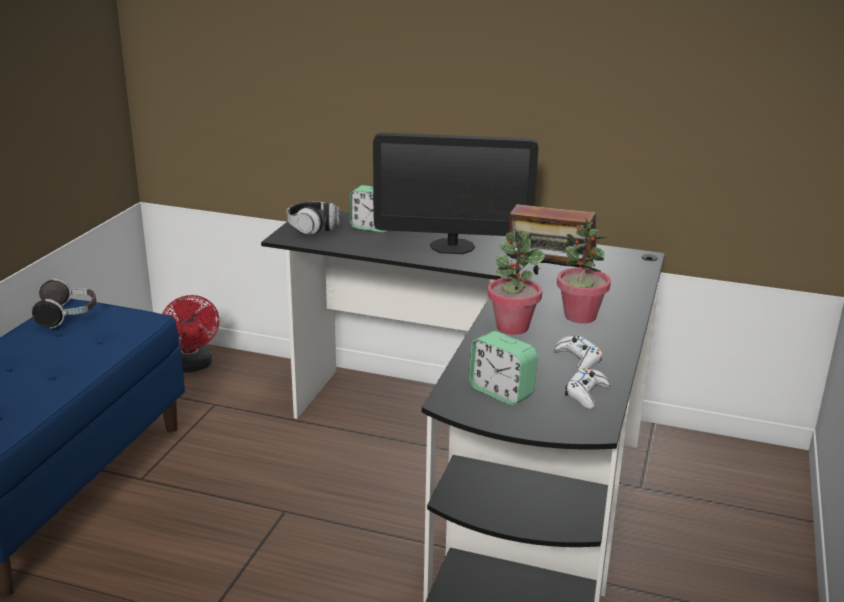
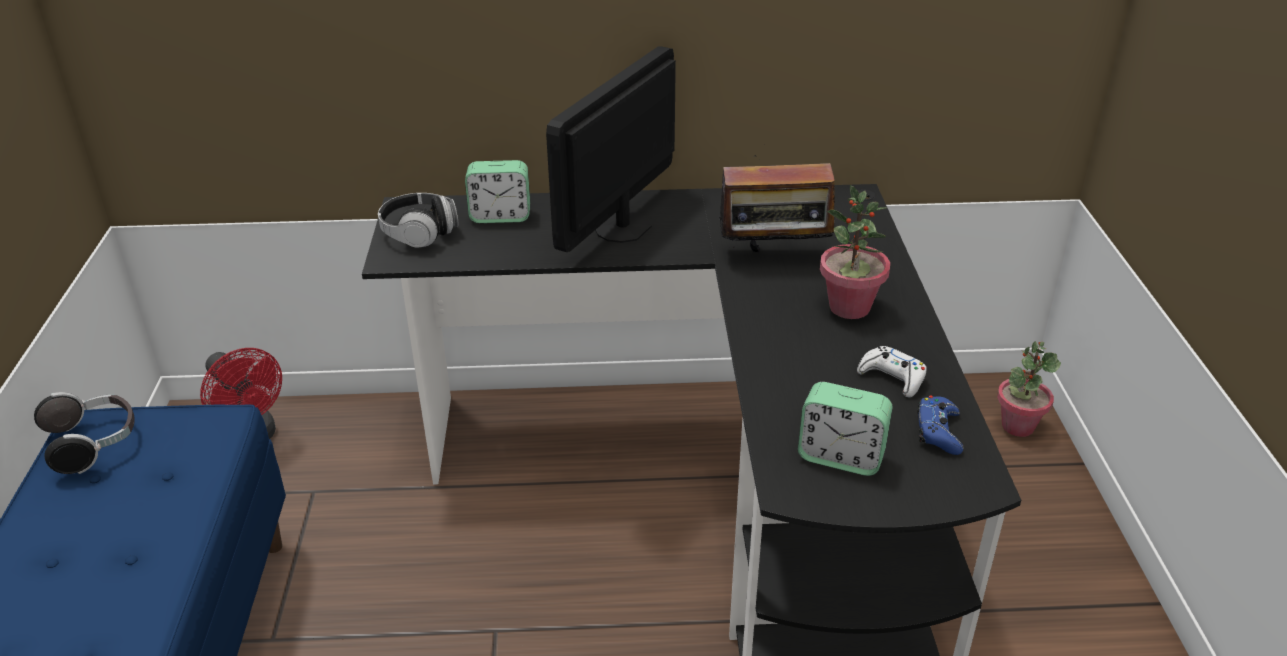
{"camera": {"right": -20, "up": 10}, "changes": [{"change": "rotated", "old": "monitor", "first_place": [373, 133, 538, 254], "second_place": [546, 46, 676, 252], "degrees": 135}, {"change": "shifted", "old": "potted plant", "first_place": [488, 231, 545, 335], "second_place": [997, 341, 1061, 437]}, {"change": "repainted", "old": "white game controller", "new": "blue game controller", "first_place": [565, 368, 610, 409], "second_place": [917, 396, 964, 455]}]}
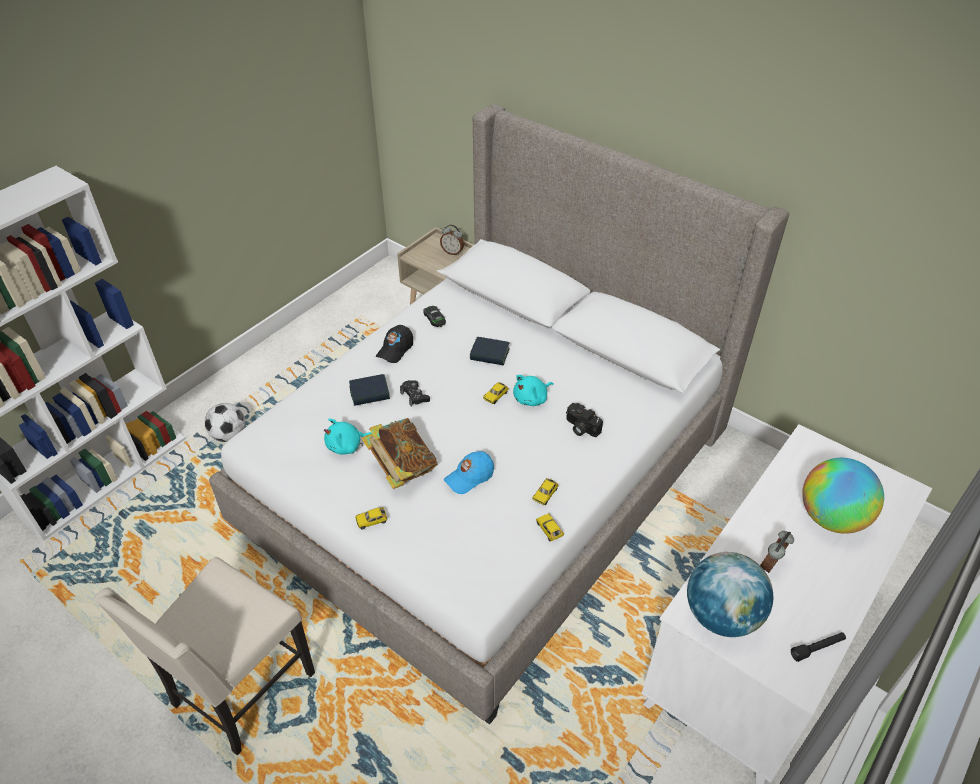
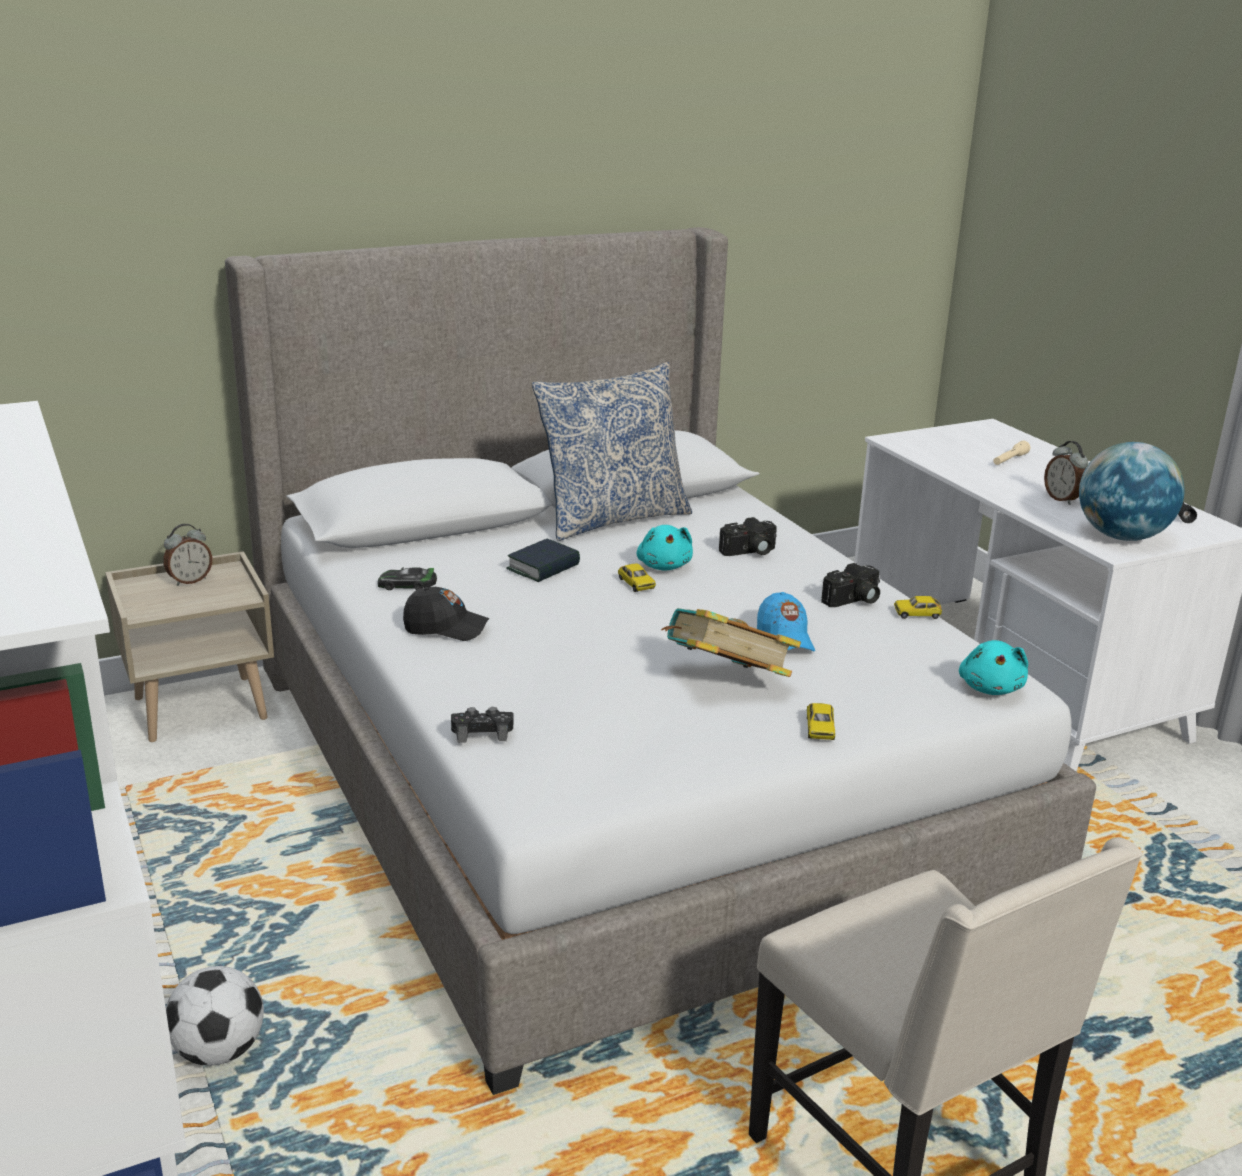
{"camera": {"right": -65, "up": -20}, "changes": [{"change": "rotated", "old": "black cap", "first_place": [376, 325, 413, 363], "second_place": [403, 587, 490, 641], "degrees": -45}, {"change": "gone", "old": "book", "first_place": [349, 374, 390, 406]}, {"change": "shifted", "old": "black game controller", "first_place": [400, 380, 430, 406], "second_place": [451, 707, 513, 743]}, {"change": "shifted", "old": "turquoise plush toy", "first_place": [324, 418, 372, 455], "second_place": [959, 640, 1028, 695]}, {"change": "swapped", "old": "globe", "new": "beige flashlight", "first_place": [802, 458, 884, 534], "second_place": [993, 441, 1030, 465]}, {"change": "swapped", "old": "toy car", "new": "photo camera", "first_place": [532, 478, 559, 505], "second_place": [821, 563, 880, 607]}, {"change": "new", "new": "pillow", "second_place": [532, 362, 692, 541]}]}
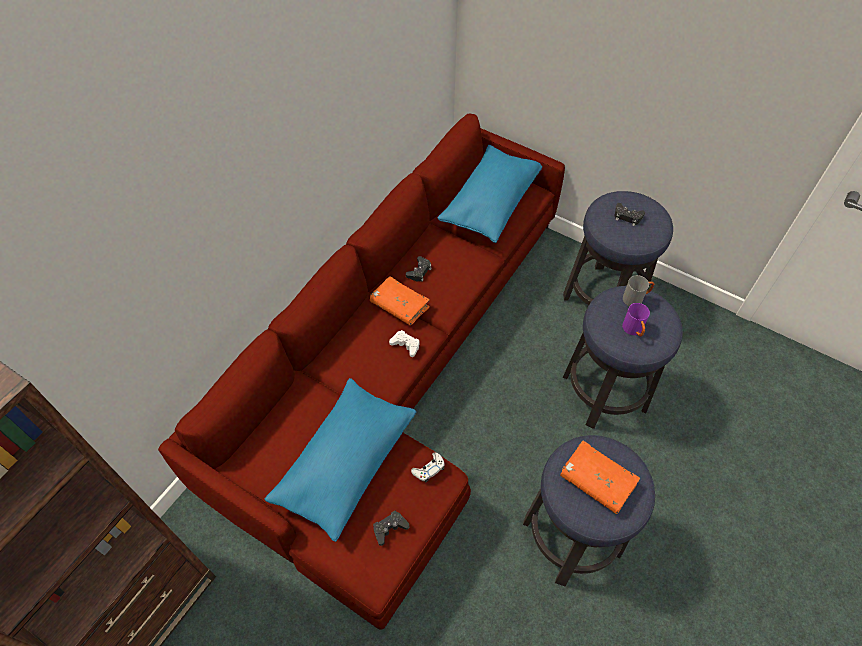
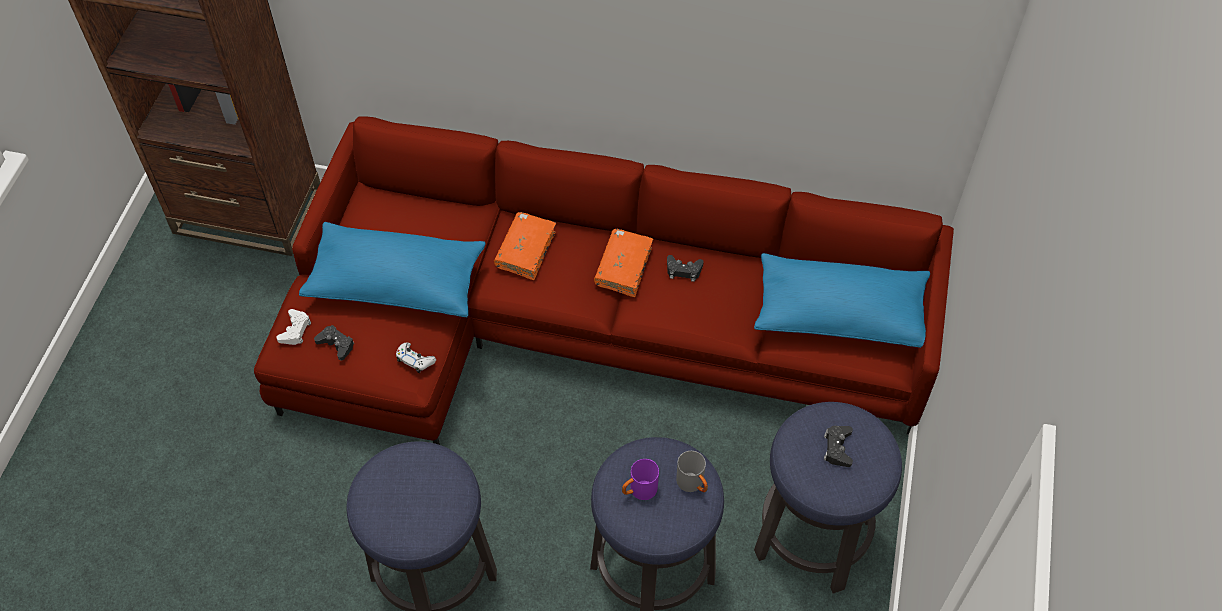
{"camera": {"right": 70, "up": 0}, "changes": [{"change": "shifted", "old": "white game controller", "first_place": [389, 330, 420, 357], "second_place": [276, 309, 311, 345]}, {"change": "shifted", "old": "orange book", "first_place": [560, 441, 640, 514], "second_place": [494, 212, 556, 280]}]}
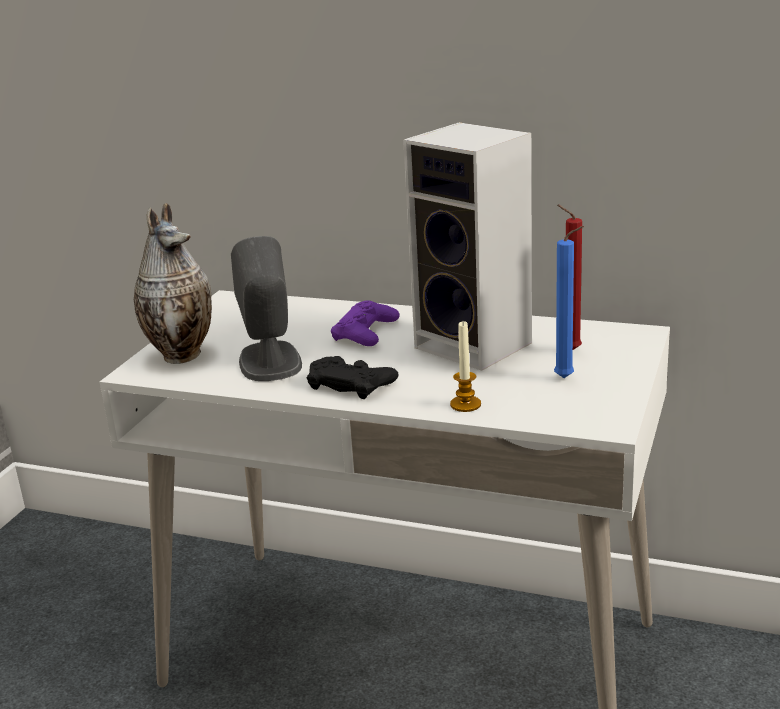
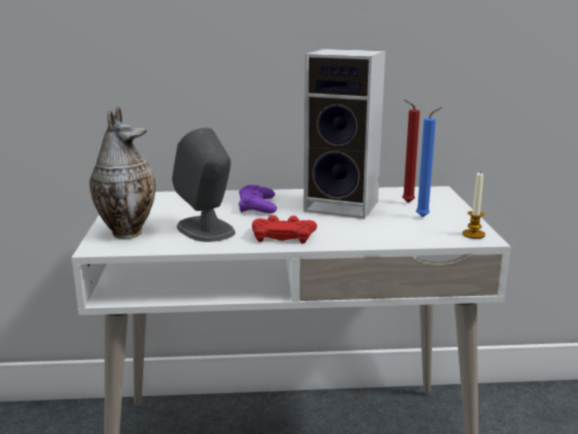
{"camera": {"right": -25, "up": -5}, "changes": [{"change": "shifted", "old": "candle", "first_place": [450, 321, 481, 412], "second_place": [462, 171, 485, 239]}, {"change": "repainted", "old": "black game controller", "new": "red game controller", "first_place": [307, 356, 399, 399], "second_place": [252, 215, 317, 243]}]}
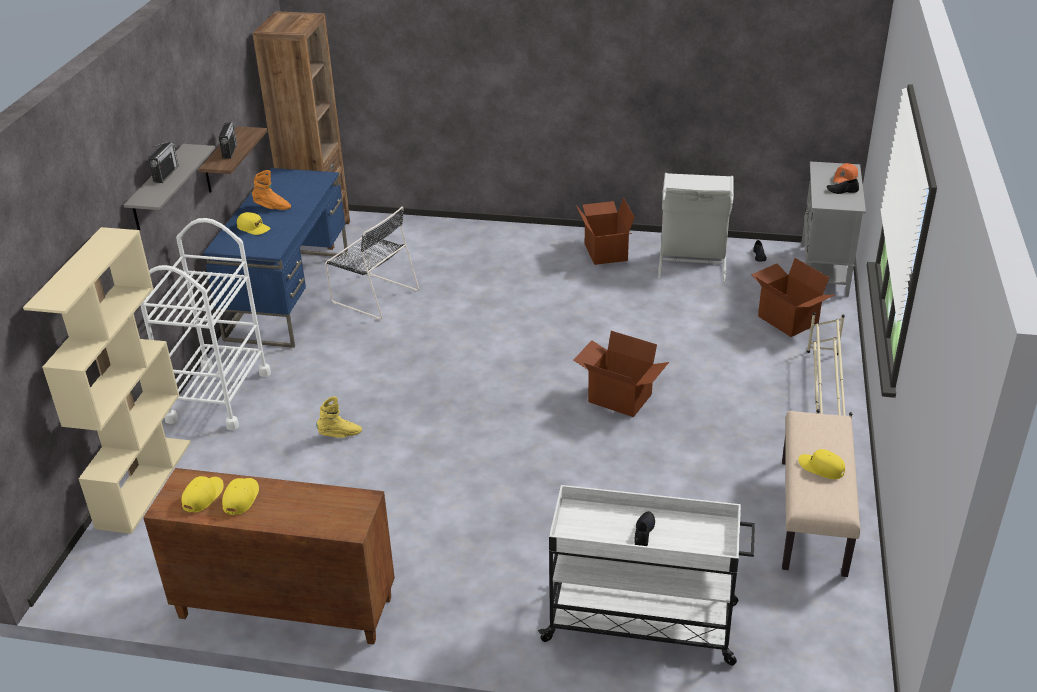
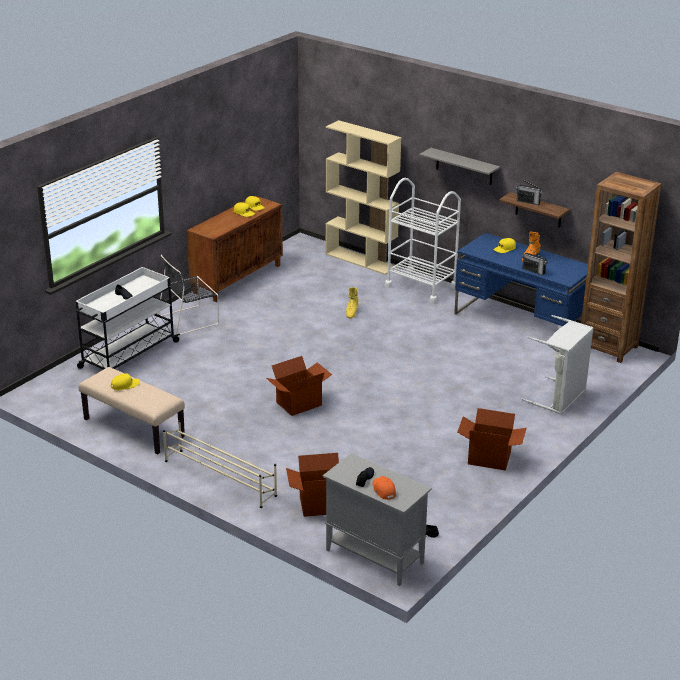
{"camera": {"right": 115, "up": -5}, "changes": [{"change": "shifted", "old": "radio", "first_place": [148, 142, 179, 183], "second_place": [522, 248, 548, 276]}, {"change": "shifted", "old": "grey laundry basket", "first_place": [658, 173, 734, 283], "second_place": [521, 315, 593, 414]}, {"change": "shifted", "old": "black chair", "first_place": [325, 207, 419, 319], "second_place": [158, 255, 219, 336]}]}
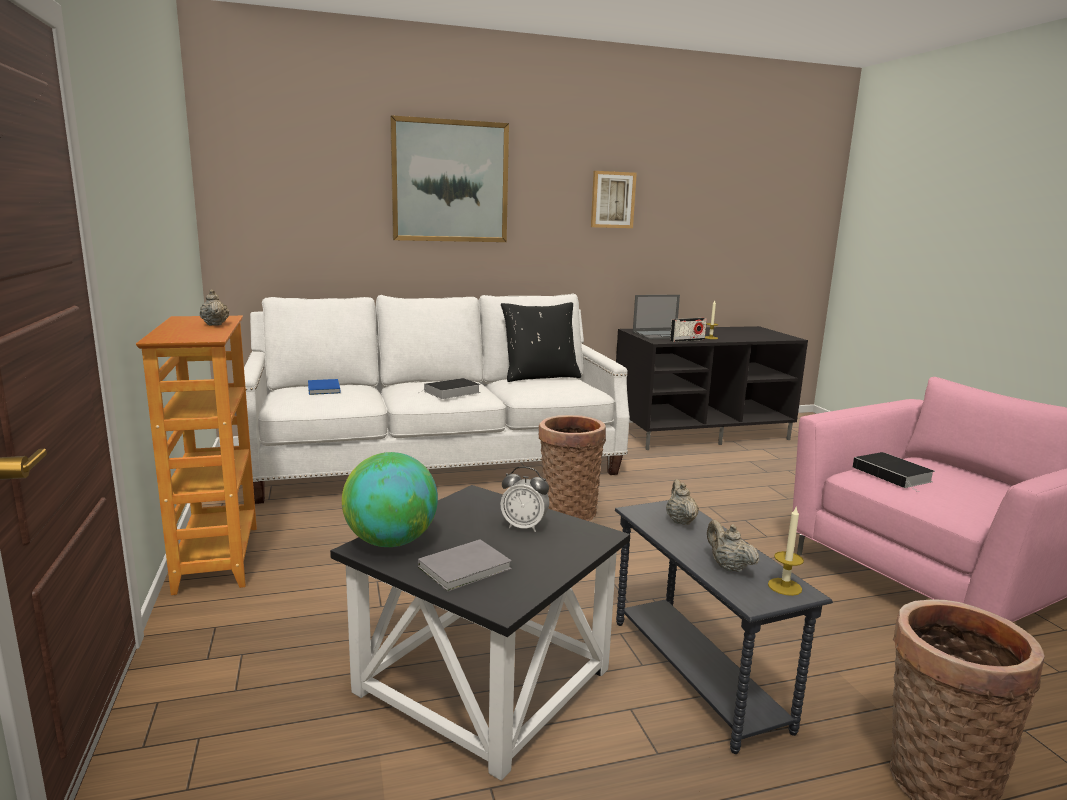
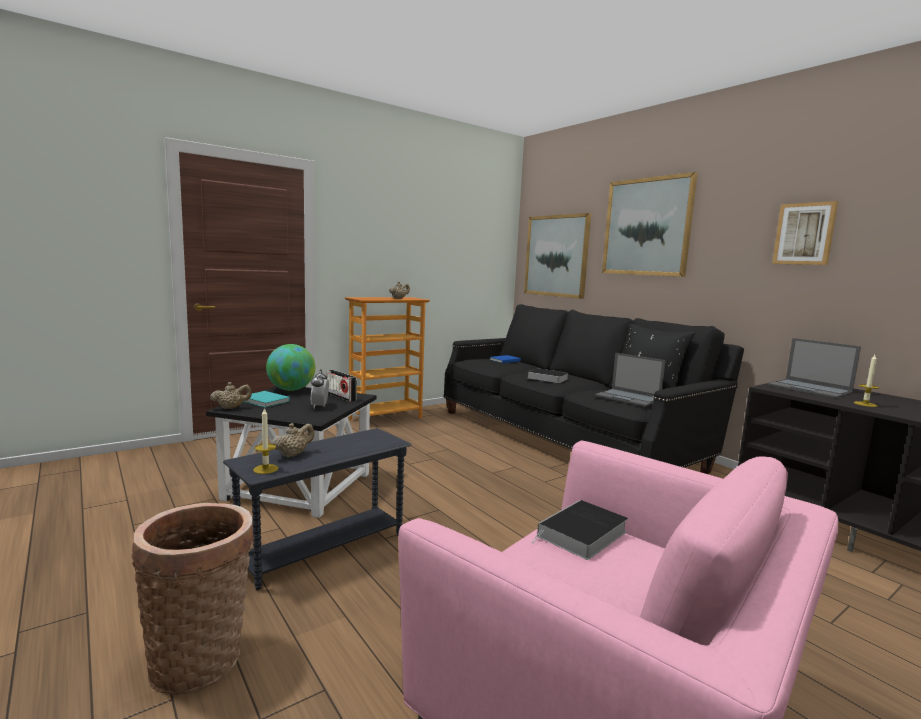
{"camera": {"right": 70, "up": -5}, "changes": [{"change": "repainted", "old": "white sofa", "new": "black sofa", "first_place": [244, 293, 630, 504], "second_place": [443, 304, 744, 474]}, {"change": "shifted", "old": "radio", "first_place": [670, 318, 707, 342], "second_place": [327, 370, 357, 402]}, {"change": "gone", "old": "basket", "first_place": [539, 415, 606, 521]}, {"change": "shifted", "old": "beige teapot", "first_place": [666, 479, 699, 525], "second_place": [210, 382, 252, 409]}, {"change": "repainted", "old": "grey book", "new": "turquoise book", "first_place": [418, 540, 512, 592], "second_place": [243, 391, 290, 408]}, {"change": "new", "new": "picture", "second_place": [524, 213, 591, 299]}, {"change": "new", "new": "laptop", "second_place": [595, 353, 666, 407]}]}
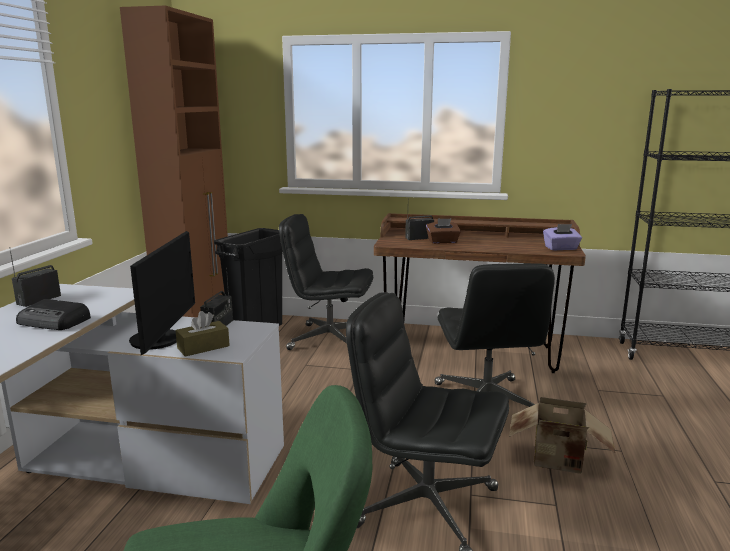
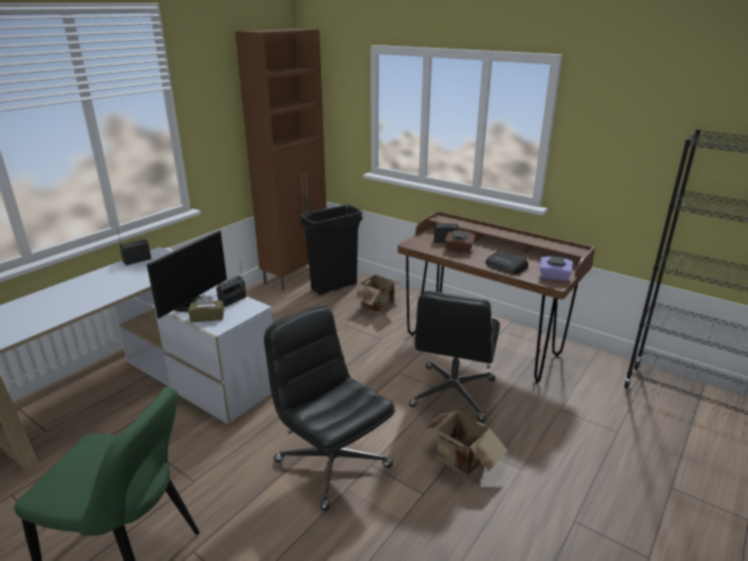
{"camera": {"right": 25, "up": 10}, "changes": [{"change": "swapped", "old": "black office chair", "new": "cardboard box", "first_place": [279, 214, 373, 350], "second_place": [352, 269, 404, 313]}, {"change": "shifted", "old": "radio", "first_place": [16, 299, 91, 330], "second_place": [486, 251, 528, 274]}]}
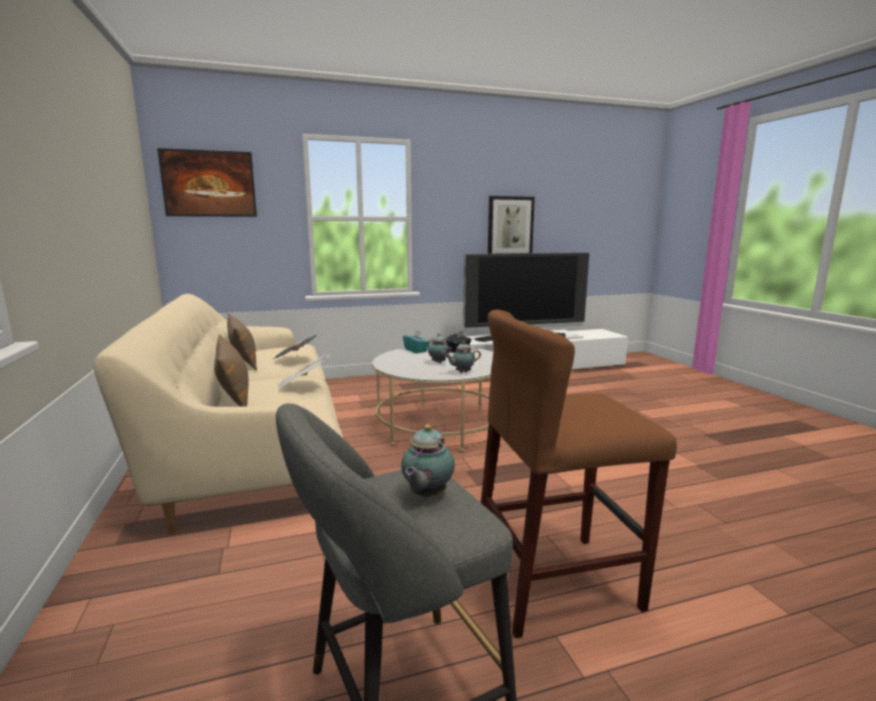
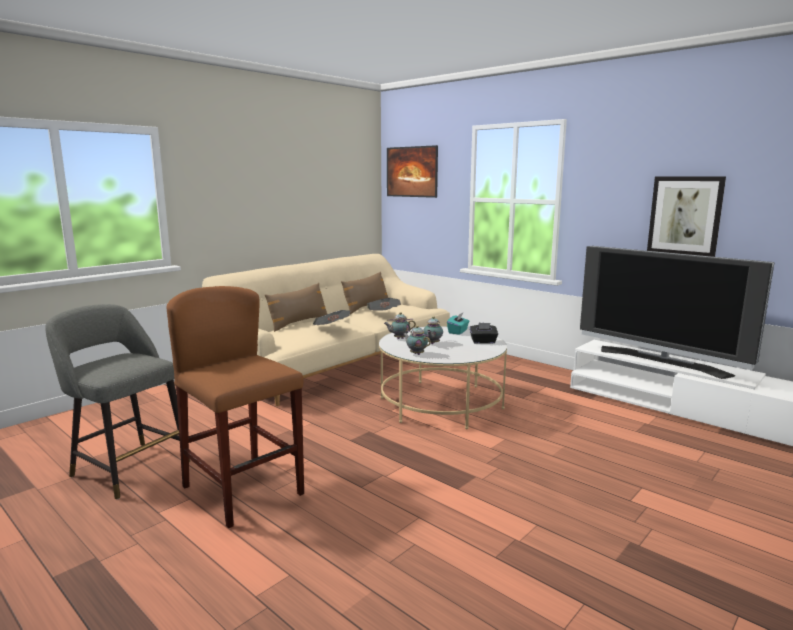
{"camera": {"right": 60, "up": 0}, "changes": [{"change": "shifted", "old": "teapot", "first_place": [401, 424, 455, 498], "second_place": [384, 312, 416, 339]}]}
